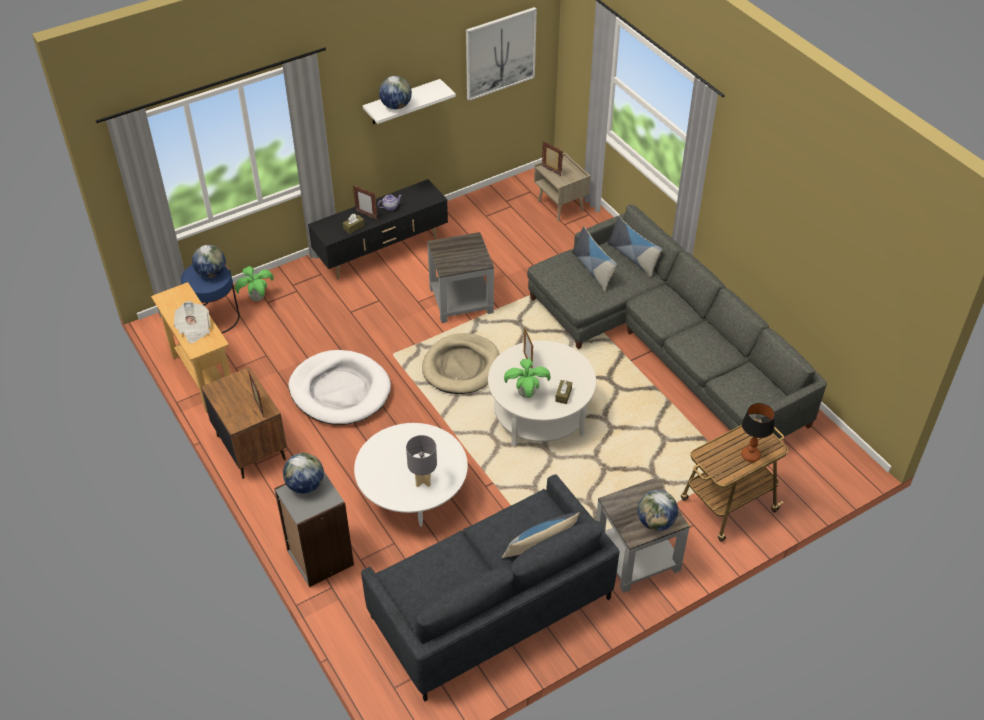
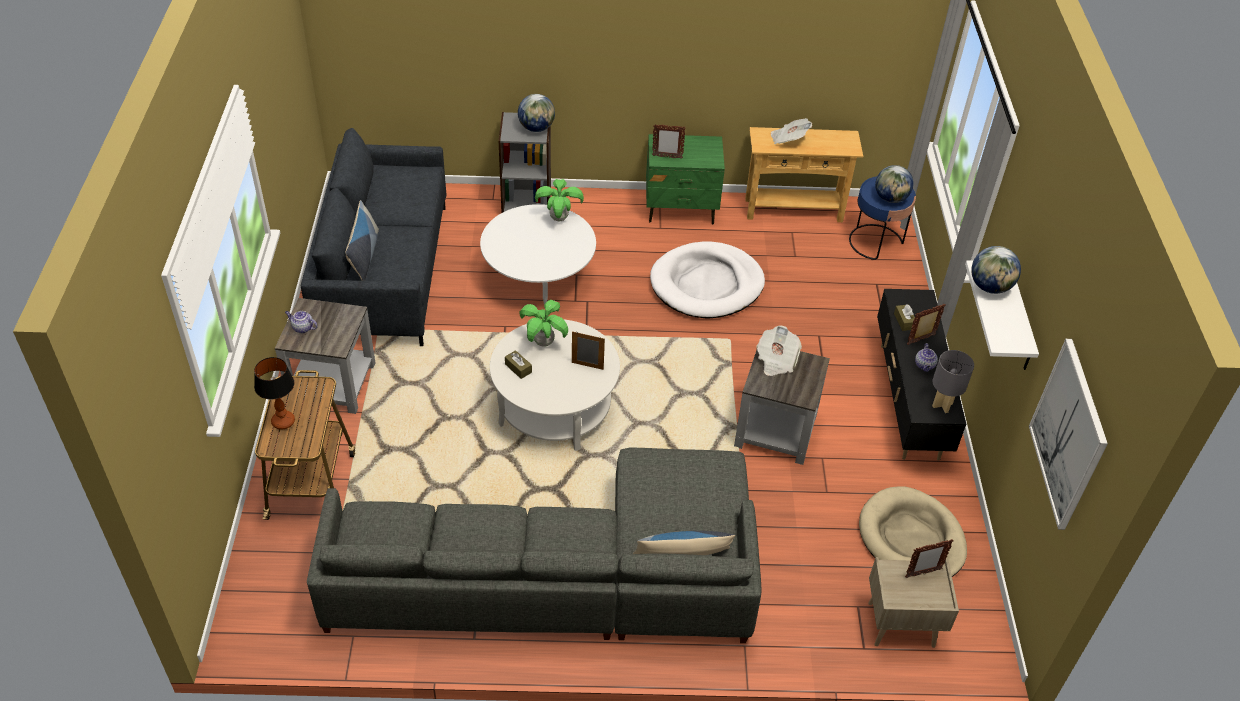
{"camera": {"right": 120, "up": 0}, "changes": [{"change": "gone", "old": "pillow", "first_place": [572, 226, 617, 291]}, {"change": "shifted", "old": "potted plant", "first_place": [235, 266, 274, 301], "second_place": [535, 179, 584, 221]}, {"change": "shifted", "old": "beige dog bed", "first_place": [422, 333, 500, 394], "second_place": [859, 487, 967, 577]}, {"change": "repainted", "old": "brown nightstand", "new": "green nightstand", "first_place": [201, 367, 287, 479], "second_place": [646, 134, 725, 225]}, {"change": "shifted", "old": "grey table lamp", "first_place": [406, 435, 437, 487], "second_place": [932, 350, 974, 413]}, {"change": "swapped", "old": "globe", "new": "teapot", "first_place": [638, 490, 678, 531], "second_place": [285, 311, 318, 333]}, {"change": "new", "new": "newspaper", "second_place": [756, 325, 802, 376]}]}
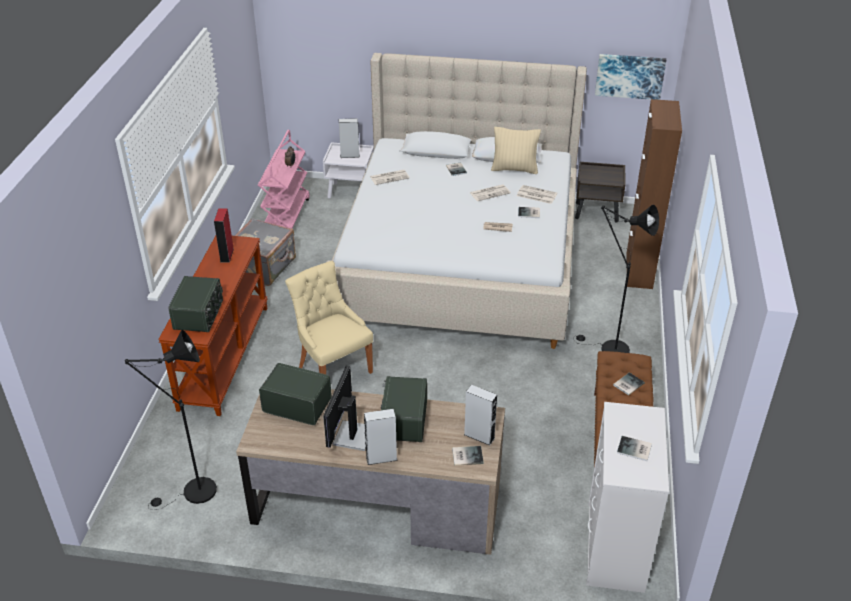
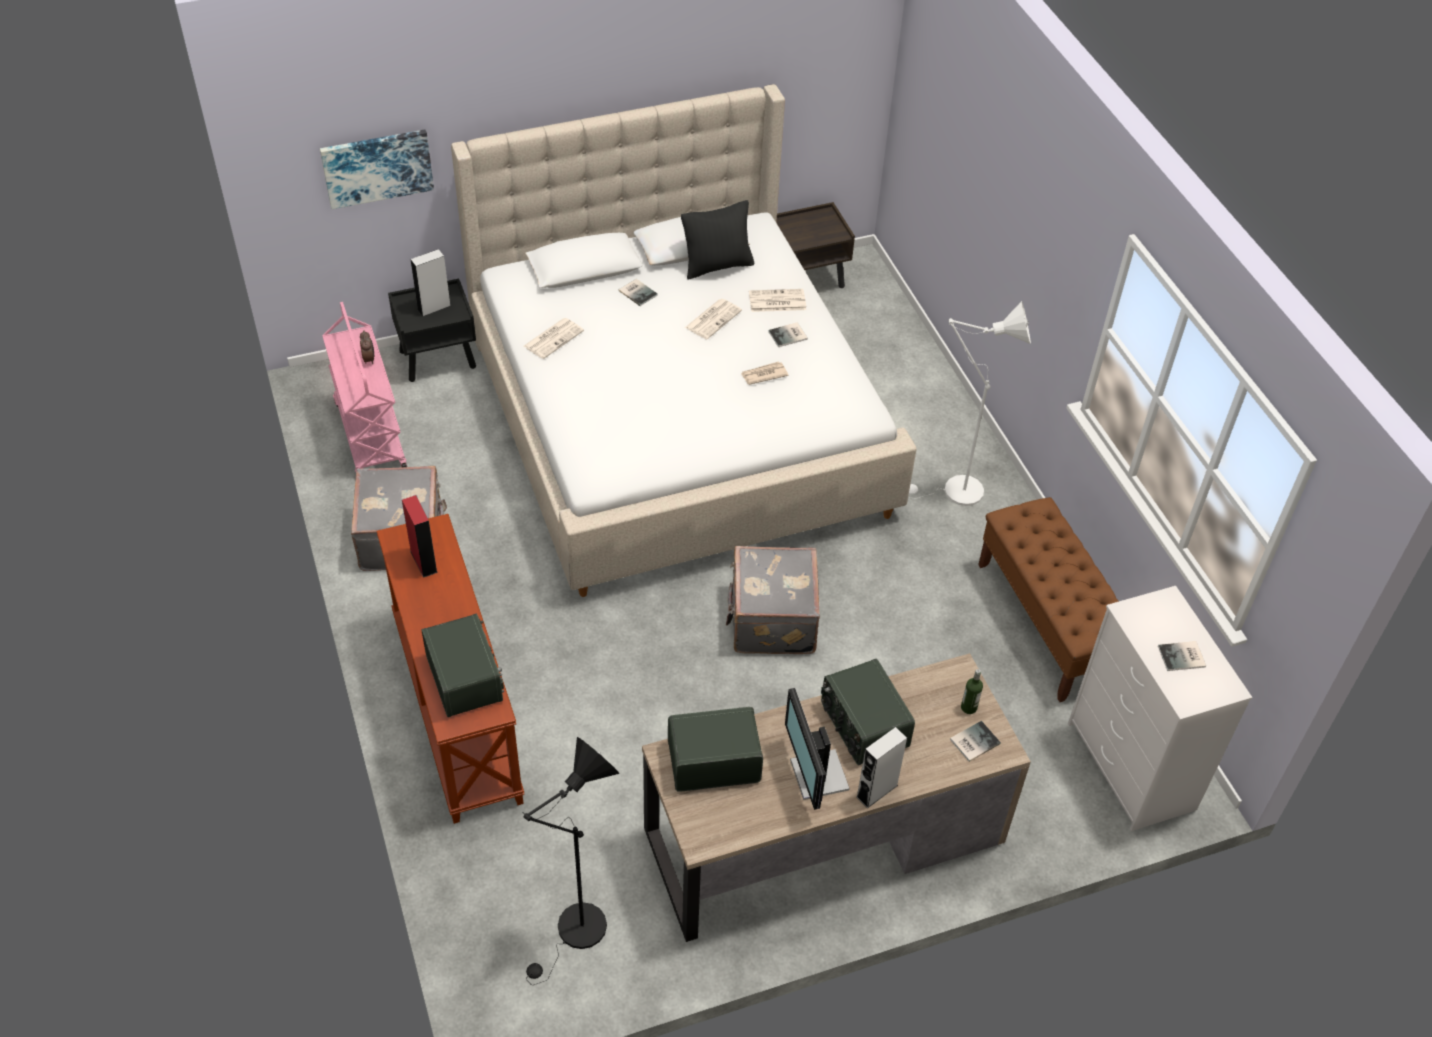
{"camera": {"right": -30, "up": 10}, "changes": [{"change": "shifted", "old": "picture", "first_place": [595, 54, 666, 100], "second_place": [320, 130, 434, 209]}, {"change": "gone", "old": "brown cabinet", "first_place": [626, 99, 682, 289]}, {"change": "repainted", "old": "beige pillow", "new": "black pillow", "first_place": [491, 127, 541, 174], "second_place": [681, 200, 754, 280]}, {"change": "repainted", "old": "white nightstand", "new": "black nightstand", "first_place": [323, 142, 374, 199], "second_place": [388, 279, 476, 382]}, {"change": "repainted", "old": "black floor lamp", "new": "white floor lamp", "first_place": [574, 205, 659, 353], "second_place": [909, 301, 1031, 506]}, {"change": "gone", "old": "beige chair", "first_place": [285, 261, 373, 374]}, {"change": "gone", "old": "book", "first_place": [613, 373, 645, 395]}, {"change": "swapped", "old": "grey speaker", "new": "bottle", "first_place": [464, 385, 497, 446], "second_place": [961, 669, 983, 714]}, {"change": "new", "new": "grey suitcase", "second_place": [726, 546, 820, 654]}]}
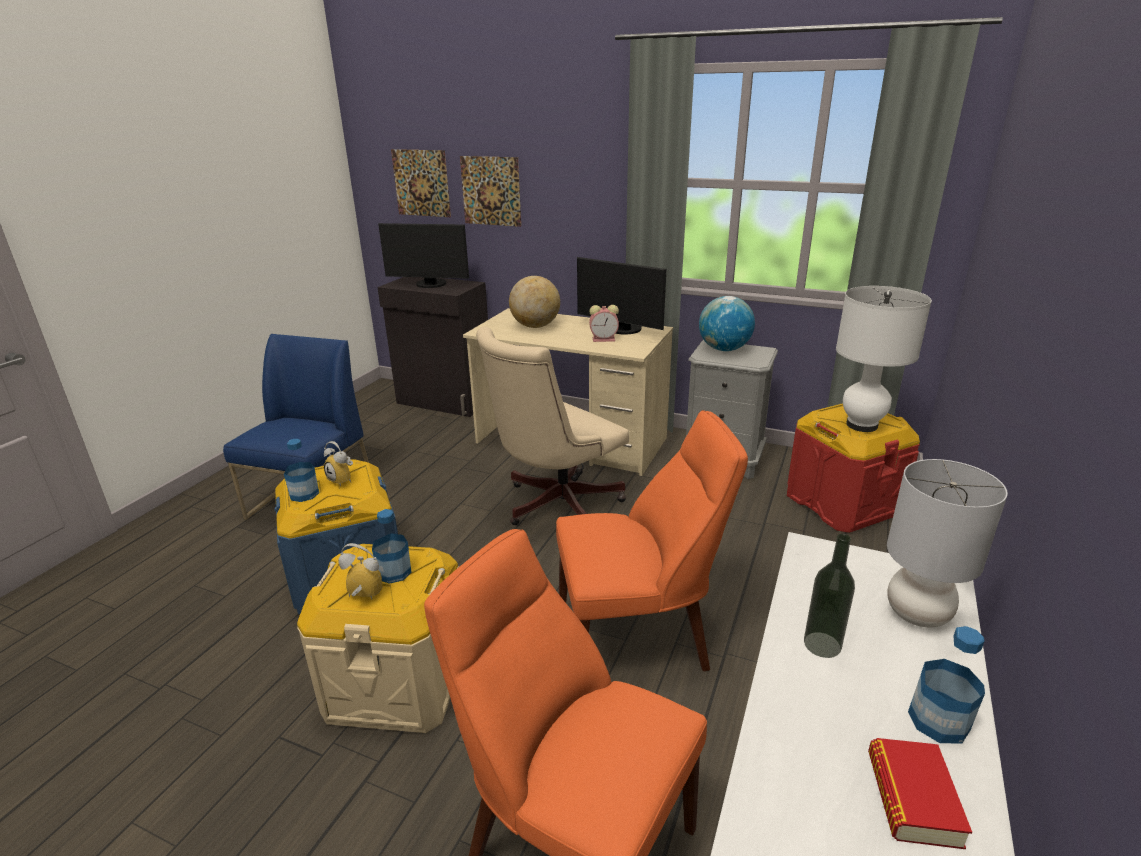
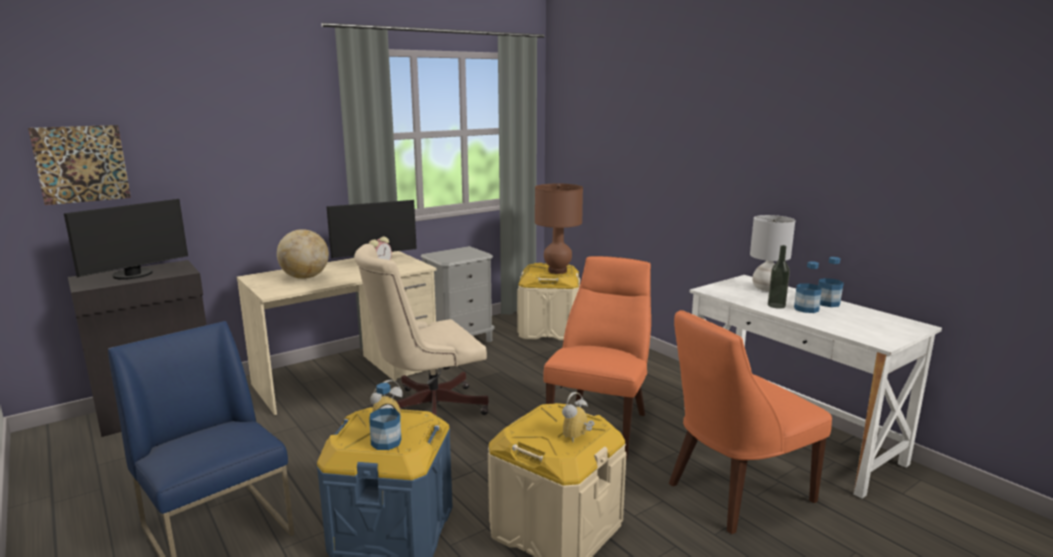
{"camera": {"right": -60, "up": -10}, "changes": [{"change": "gone", "old": "picture", "first_place": [460, 156, 521, 227]}, {"change": "repainted", "old": "white table lamp", "new": "brown table lamp", "first_place": [836, 286, 932, 432], "second_place": [535, 184, 583, 274]}, {"change": "gone", "old": "globe", "first_place": [699, 296, 755, 351]}, {"change": "rotated", "old": "beige office chair", "first_place": [476, 326, 629, 525], "second_place": [354, 244, 489, 416], "degrees": 75}, {"change": "repainted", "old": "red storage box", "new": "beige storage box", "first_place": [787, 403, 920, 533], "second_place": [517, 263, 580, 340]}, {"change": "shifted", "old": "bottle", "first_place": [372, 509, 411, 584], "second_place": [794, 261, 822, 313]}, {"change": "gone", "old": "book", "first_place": [868, 738, 972, 849]}]}
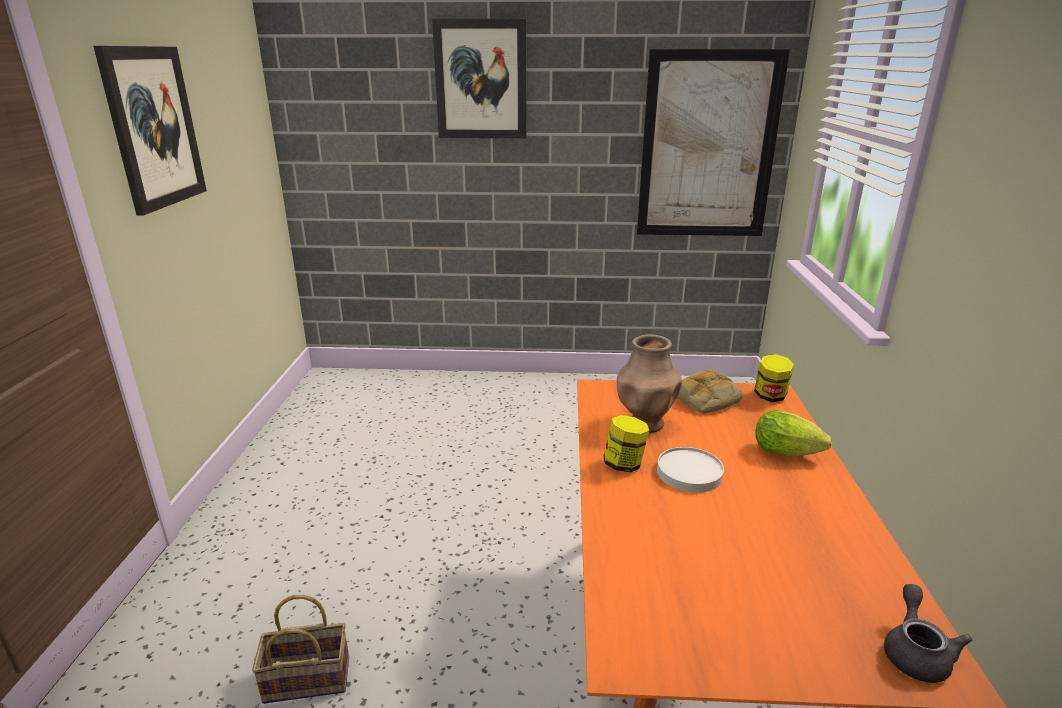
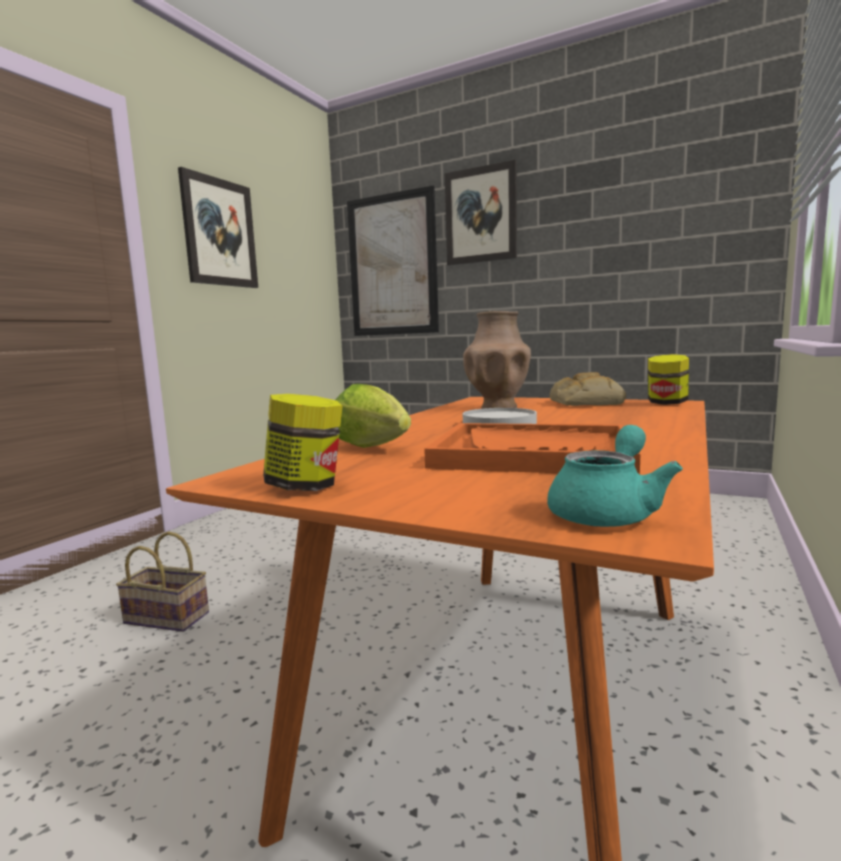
{"camera": {"right": 25, "up": -15}, "changes": [{"change": "shifted", "old": "picture", "first_place": [637, 49, 790, 236], "second_place": [347, 185, 439, 336]}, {"change": "shifted", "old": "lettuce", "first_place": [756, 410, 832, 456], "second_place": [335, 384, 411, 448]}, {"change": "shifted", "old": "jar", "first_place": [603, 415, 649, 473], "second_place": [263, 394, 343, 491]}, {"change": "repainted", "old": "grey teapot", "new": "turquoise teapot", "first_place": [884, 584, 972, 683], "second_place": [547, 425, 683, 527]}, {"change": "new", "new": "orange tray", "second_place": [424, 423, 640, 474]}]}
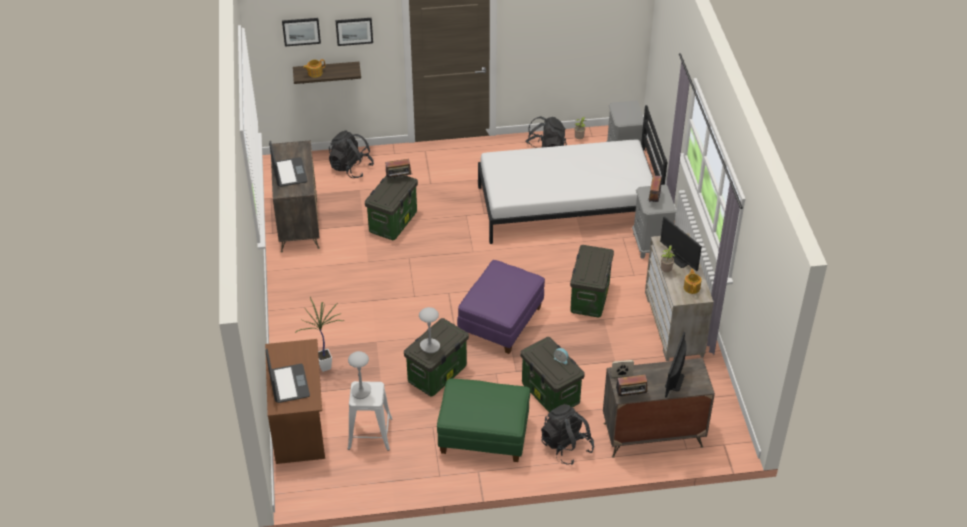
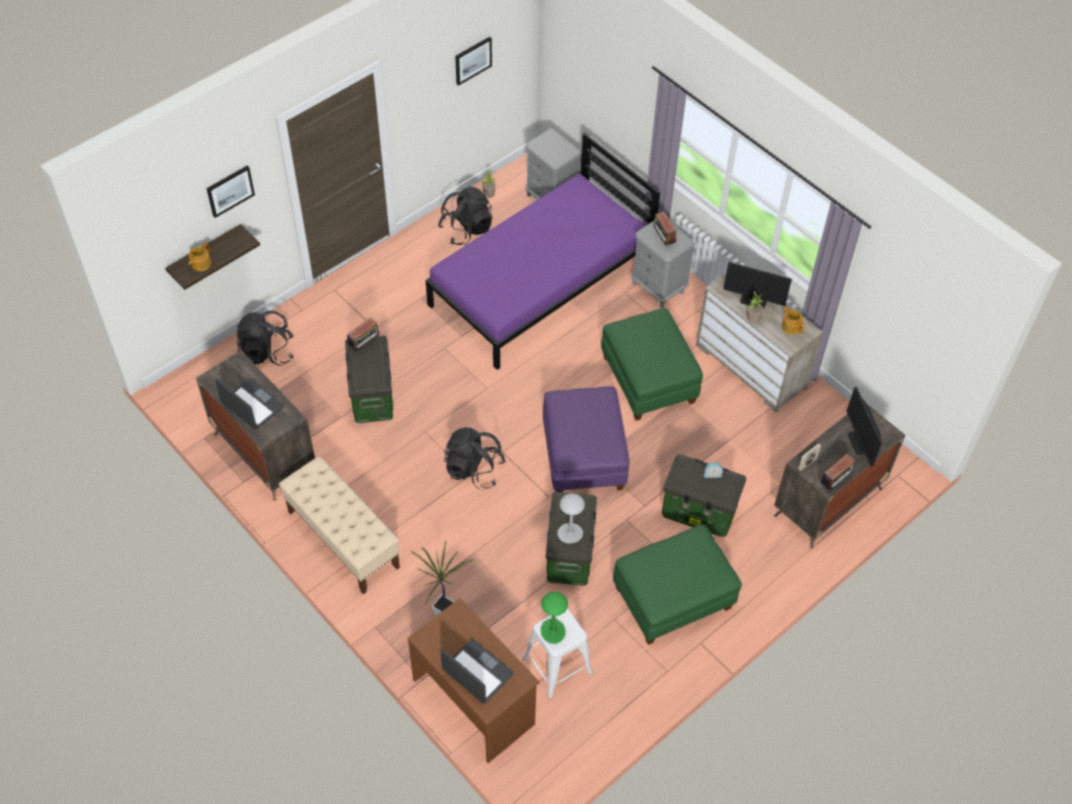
{"camera": {"right": -35, "up": 10}, "changes": [{"change": "shifted", "old": "picture", "first_place": [282, 18, 321, 47], "second_place": [455, 37, 492, 86]}, {"change": "repainted", "old": "white bed", "new": "purple bed", "first_place": [478, 105, 667, 244], "second_place": [426, 133, 660, 370]}, {"change": "swapped", "old": "storage box", "new": "green ottoman", "first_place": [570, 245, 614, 318], "second_place": [601, 308, 703, 421]}, {"change": "repainted", "old": "grey table lamp", "new": "green table lamp", "first_place": [348, 351, 371, 399], "second_place": [541, 592, 568, 644]}, {"change": "shifted", "old": "black backpack", "first_place": [541, 404, 594, 465], "second_place": [444, 427, 506, 490]}, {"change": "new", "new": "beige bench", "second_place": [279, 456, 400, 594]}]}
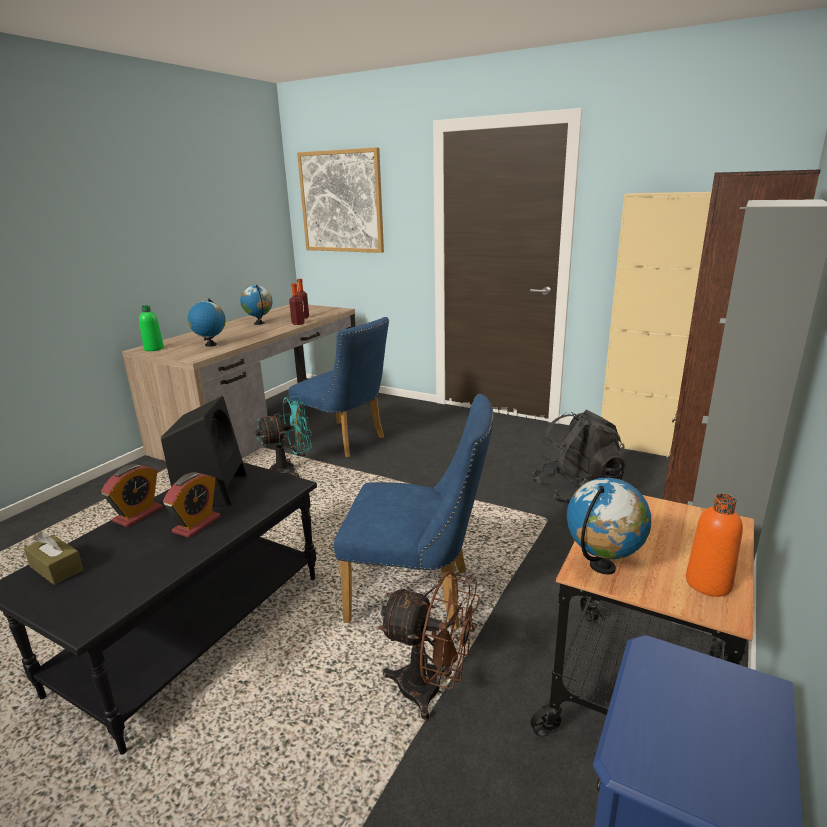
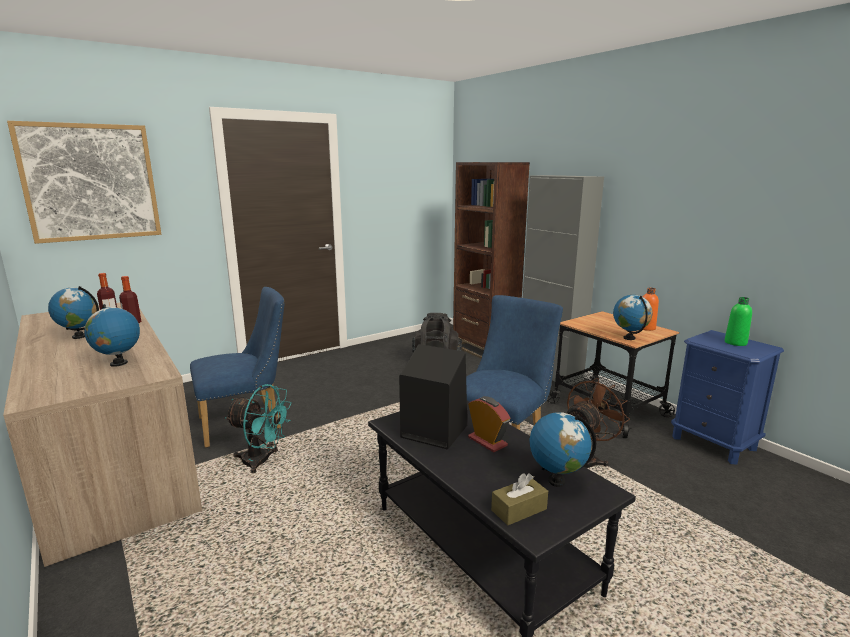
{"camera": {"right": -65, "up": -5}, "changes": [{"change": "gone", "old": "beige cabinet", "first_place": [601, 192, 712, 456]}, {"change": "shifted", "old": "green bottle", "first_place": [139, 305, 164, 351], "second_place": [725, 297, 752, 346]}, {"change": "rotated", "old": "turquoise fan", "first_place": [255, 396, 312, 477], "second_place": [225, 384, 292, 473], "degrees": 105}, {"change": "gone", "old": "alarm clock", "first_place": [101, 464, 163, 527]}, {"change": "new", "new": "globe", "second_place": [530, 412, 596, 487]}]}
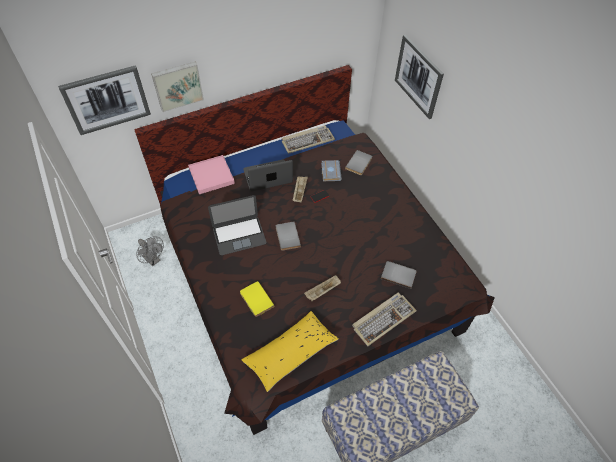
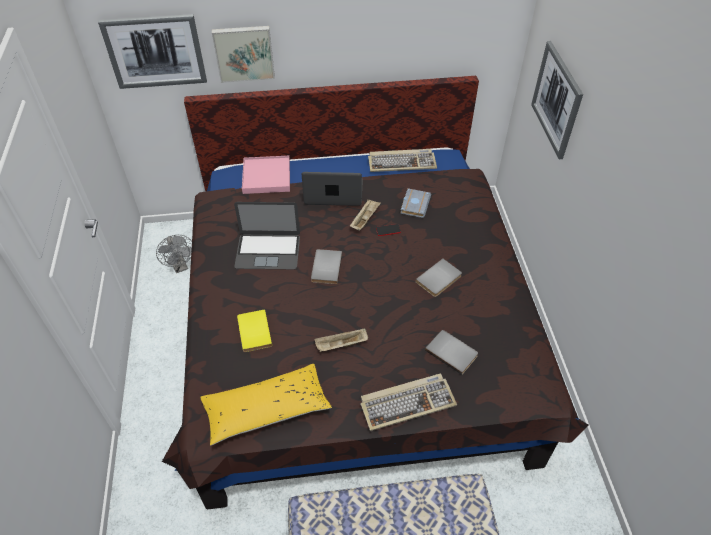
{"camera": {"right": 20, "up": -5}, "changes": [{"change": "shifted", "old": "grey book", "first_place": [345, 150, 372, 175], "second_place": [415, 259, 462, 297]}]}
